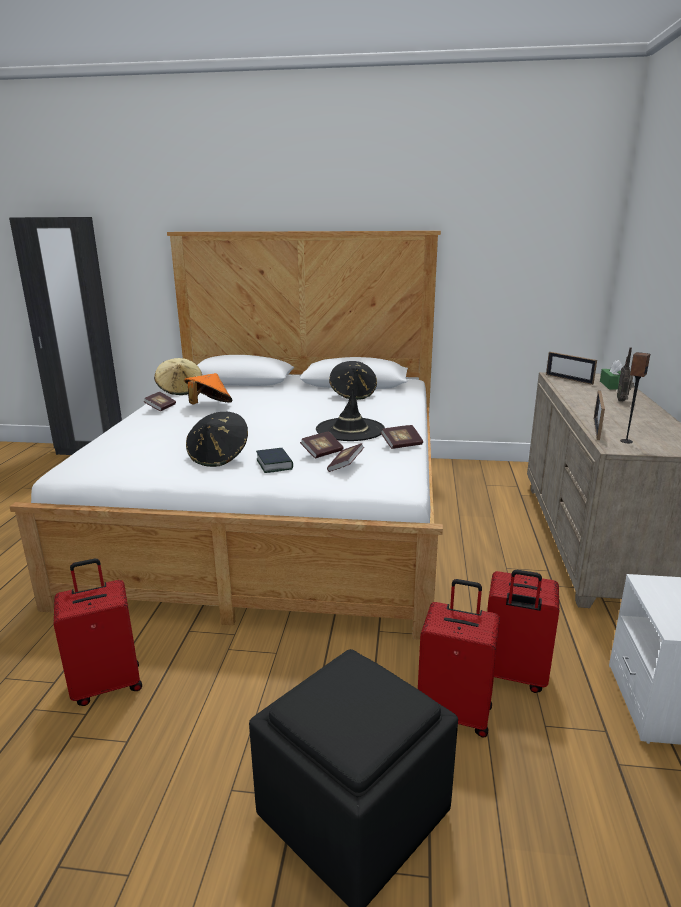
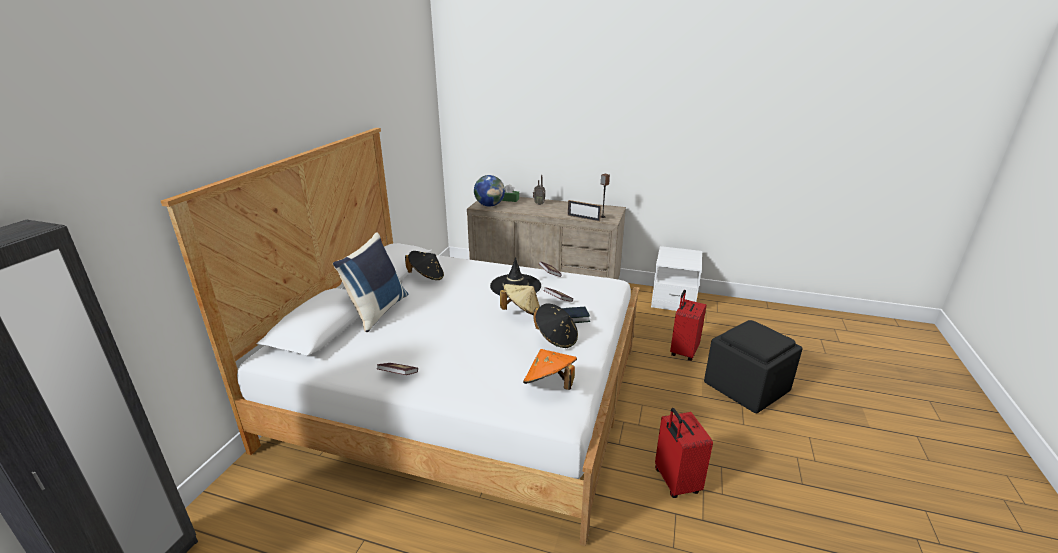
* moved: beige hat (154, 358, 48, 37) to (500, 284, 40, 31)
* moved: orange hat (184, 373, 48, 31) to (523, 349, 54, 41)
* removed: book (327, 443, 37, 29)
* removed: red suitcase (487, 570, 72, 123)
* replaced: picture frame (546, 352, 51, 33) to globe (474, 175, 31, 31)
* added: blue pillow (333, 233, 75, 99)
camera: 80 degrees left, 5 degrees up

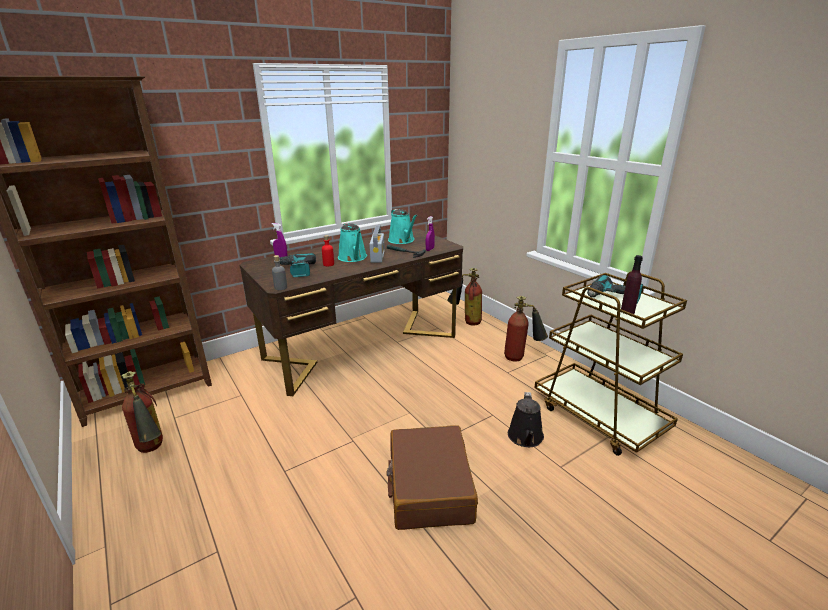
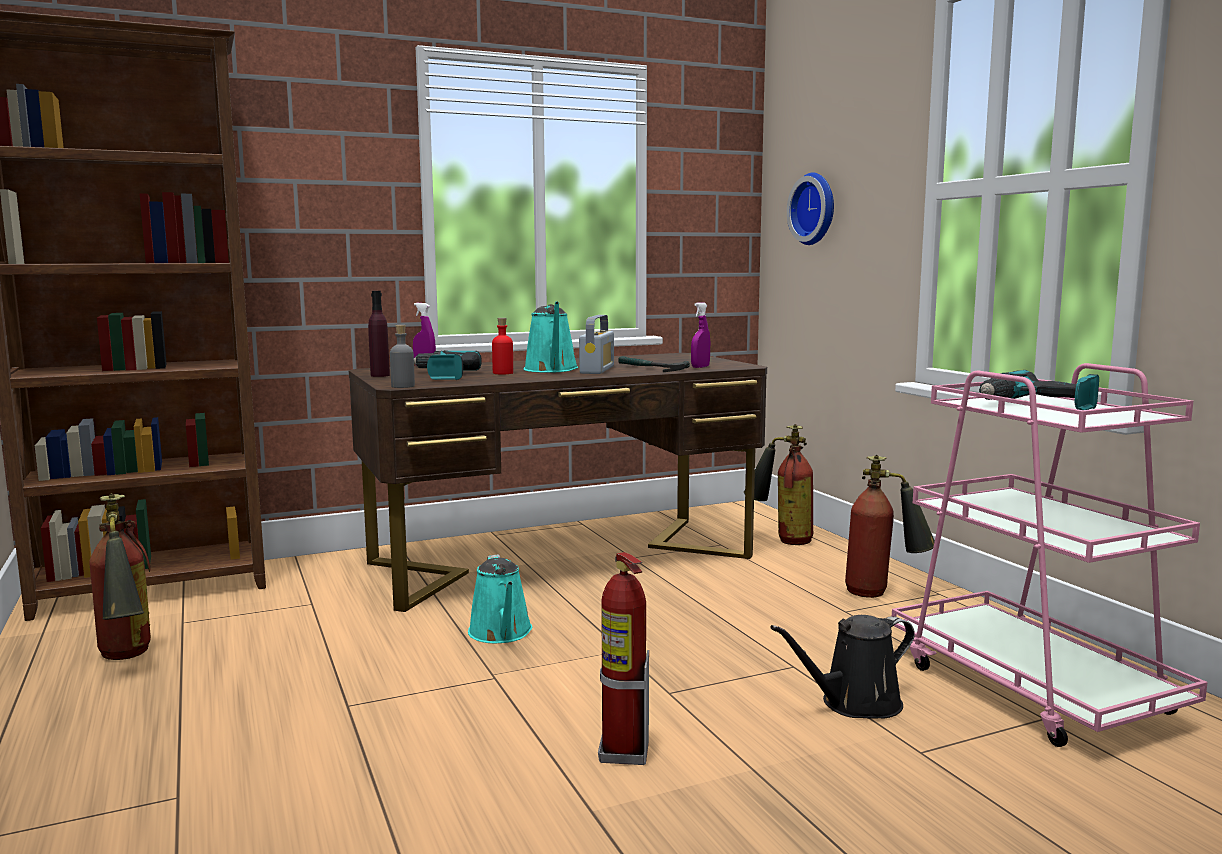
* replaced: brown suitcase (387, 425, 91, 105) to fire extinguisher (598, 552, 51, 213)
* moved: turquoise watering can (388, 209, 29, 35) to (468, 554, 64, 89)
* turned: black watering can (508, 392, 36, 55) = (770, 615, 145, 104) 45 degrees clockwise
* recoloured: brown cart (534, 271, 153, 185) to pink cart (892, 363, 316, 384)
* moved: purple bottle (621, 255, 22, 59) to (368, 291, 22, 86)
* added: wall clock (787, 172, 47, 73)
camera: 10 degrees right, 15 degrees down

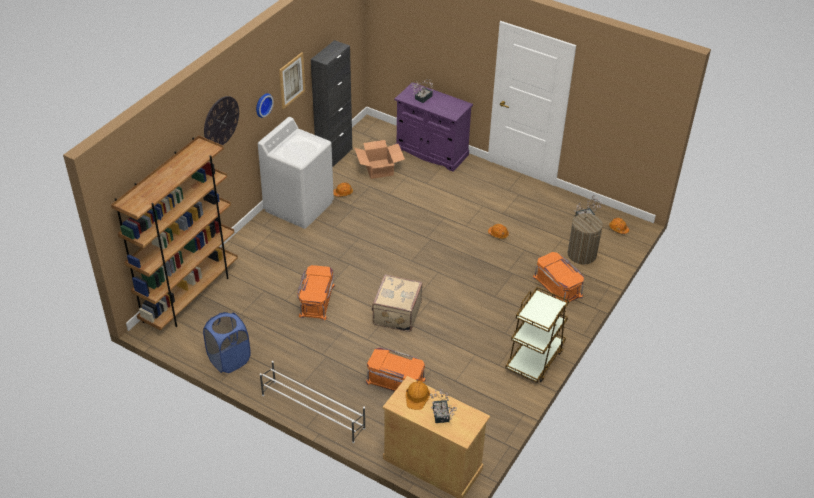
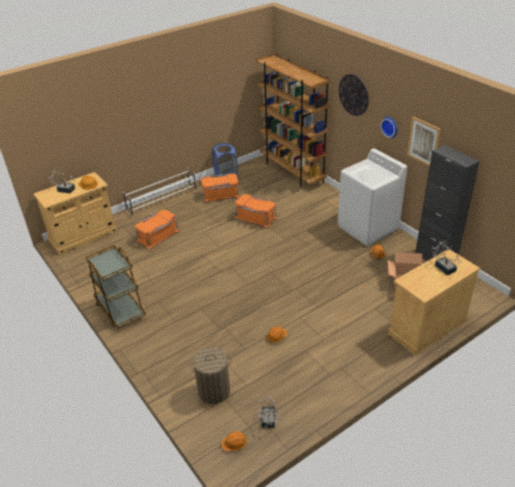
* removed: beige suitcase (372, 274, 50, 58)
* recoloured: purple cabinet (394, 83, 79, 89) to beige cabinet (388, 249, 92, 106)
* moved: orange storage box (533, 252, 51, 50) to (201, 173, 39, 30)
camera: 115 degrees right, 5 degrees down

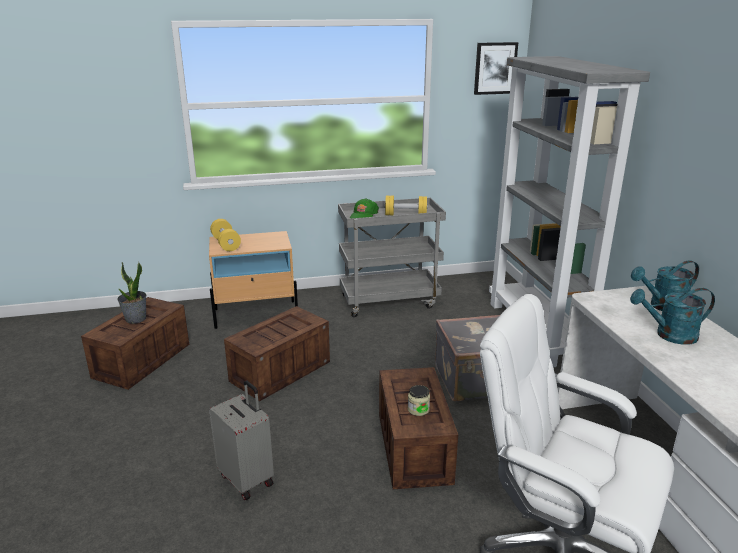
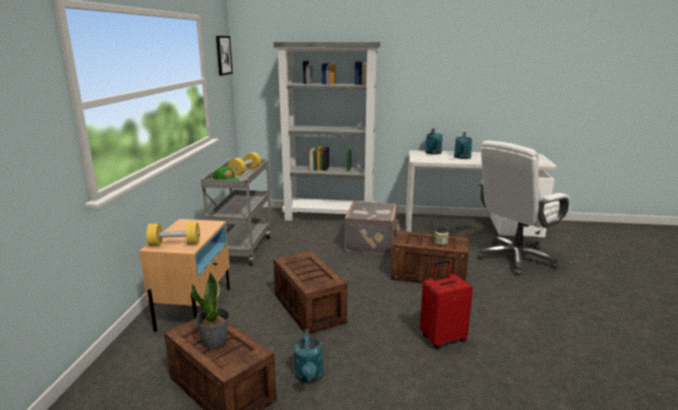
* recoloured: grey suitcase (209, 380, 65, 120) to red suitcase (420, 260, 53, 89)
* added: turquoise watering can (294, 329, 30, 54)
camera: 70 degrees left, 5 degrees down

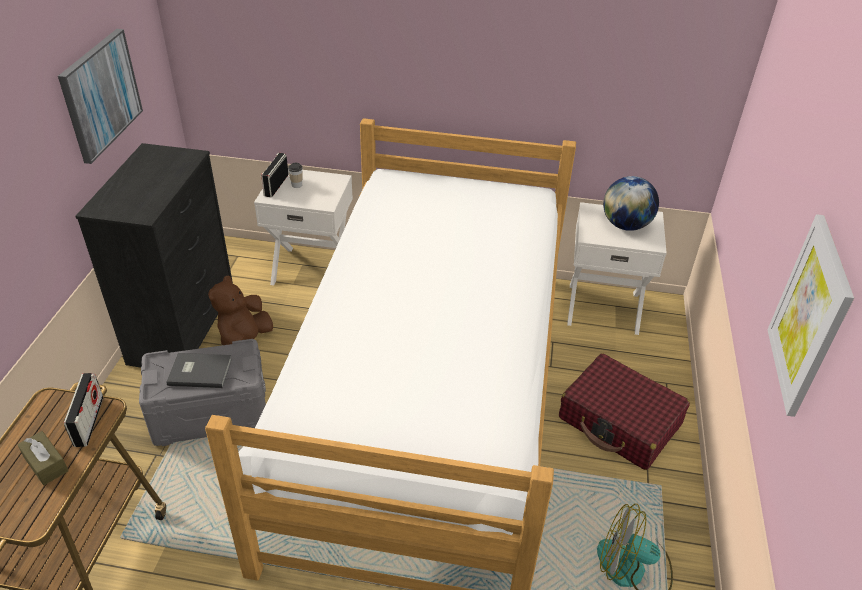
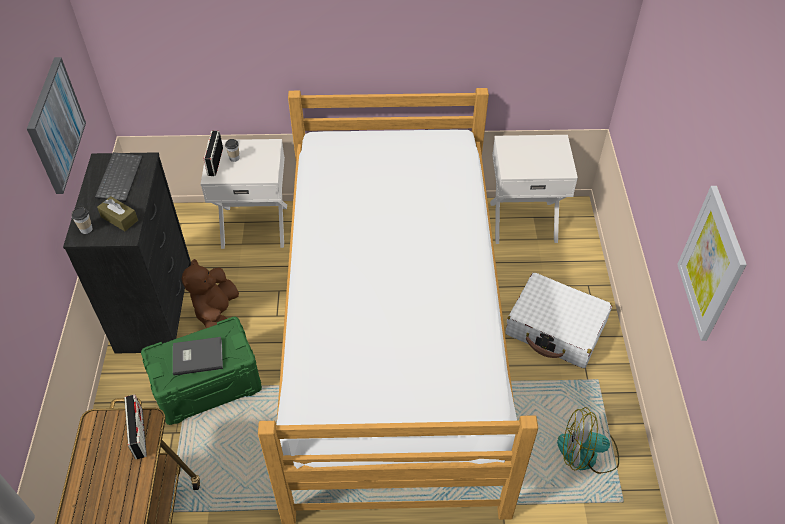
* moved: brown tissue box (17, 431, 51, 54) to (97, 196, 41, 35)
* recoloured: grey storage box (139, 339, 127, 107) to green storage box (141, 317, 121, 108)
* recoloured: red suitcase (559, 353, 131, 117) to white suitcase (506, 272, 106, 96)
* removed: globe (603, 176, 56, 55)
* added: cup (72, 207, 21, 27)
* added: keyboard (95, 152, 48, 50)
camera: 10 degrees left, 10 degrees up

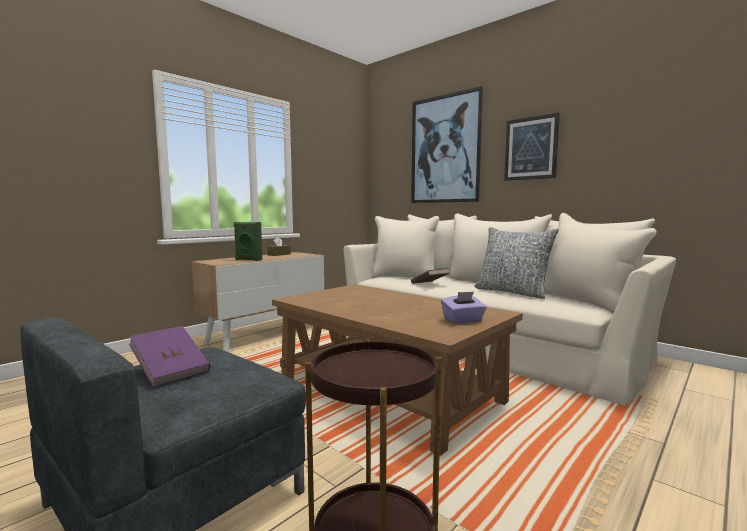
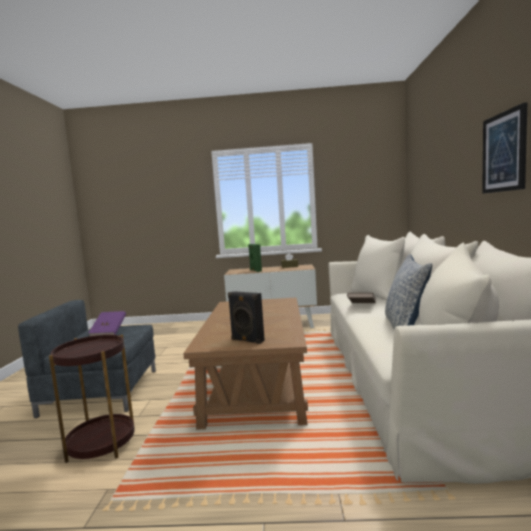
* removed: picture (411, 86, 72, 117)
* replaced: purple tissue box (441, 292, 45, 32) to black speaker (228, 291, 37, 53)
camera: 50 degrees right, 0 degrees up

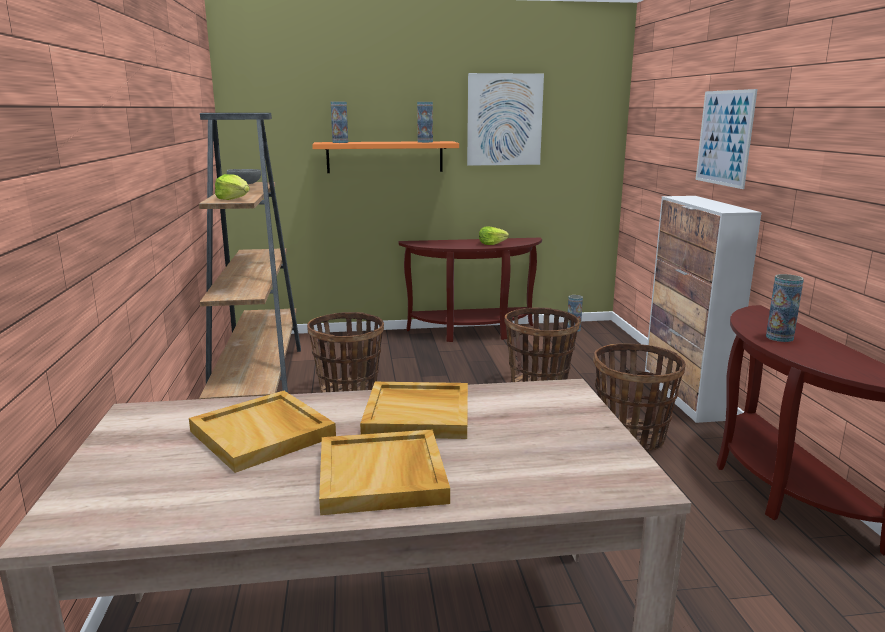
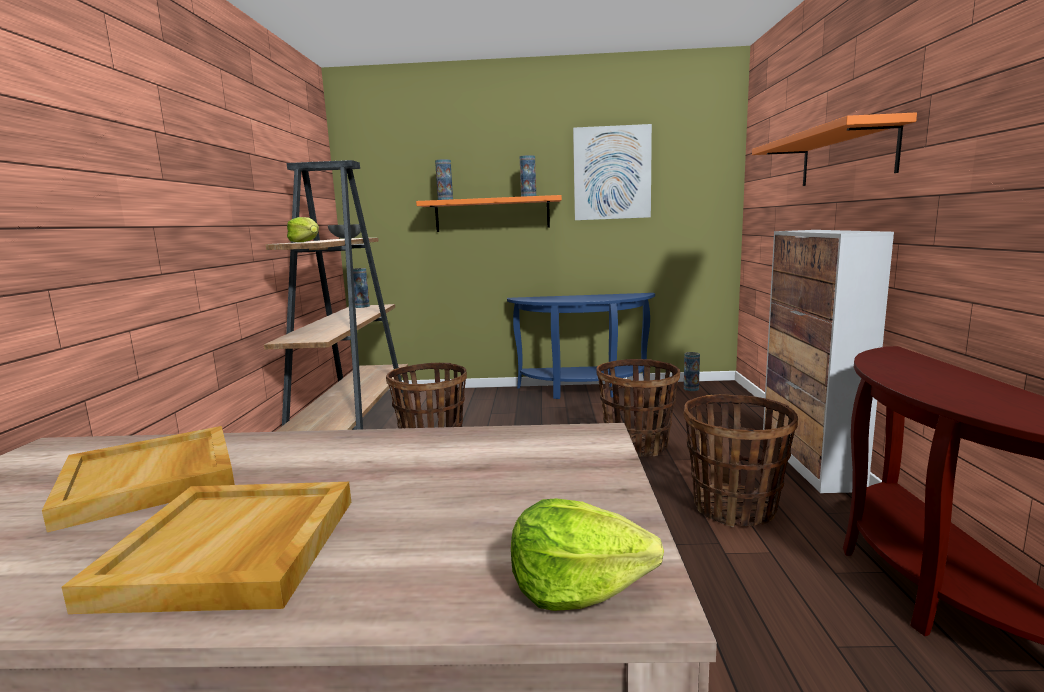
* removed: beige tray (360, 382, 108, 57)
* recoloured: brown console table (398, 238, 144, 104) to blue console table (507, 293, 148, 106)
* moved: lettuce (479, 226, 30, 19) to (511, 498, 153, 113)
* replaced: picture (696, 89, 62, 100) to orange shelf (752, 112, 165, 74)
* moved: vase (766, 274, 38, 68) to (353, 268, 17, 40)
camera: 10 degrees right, 5 degrees down

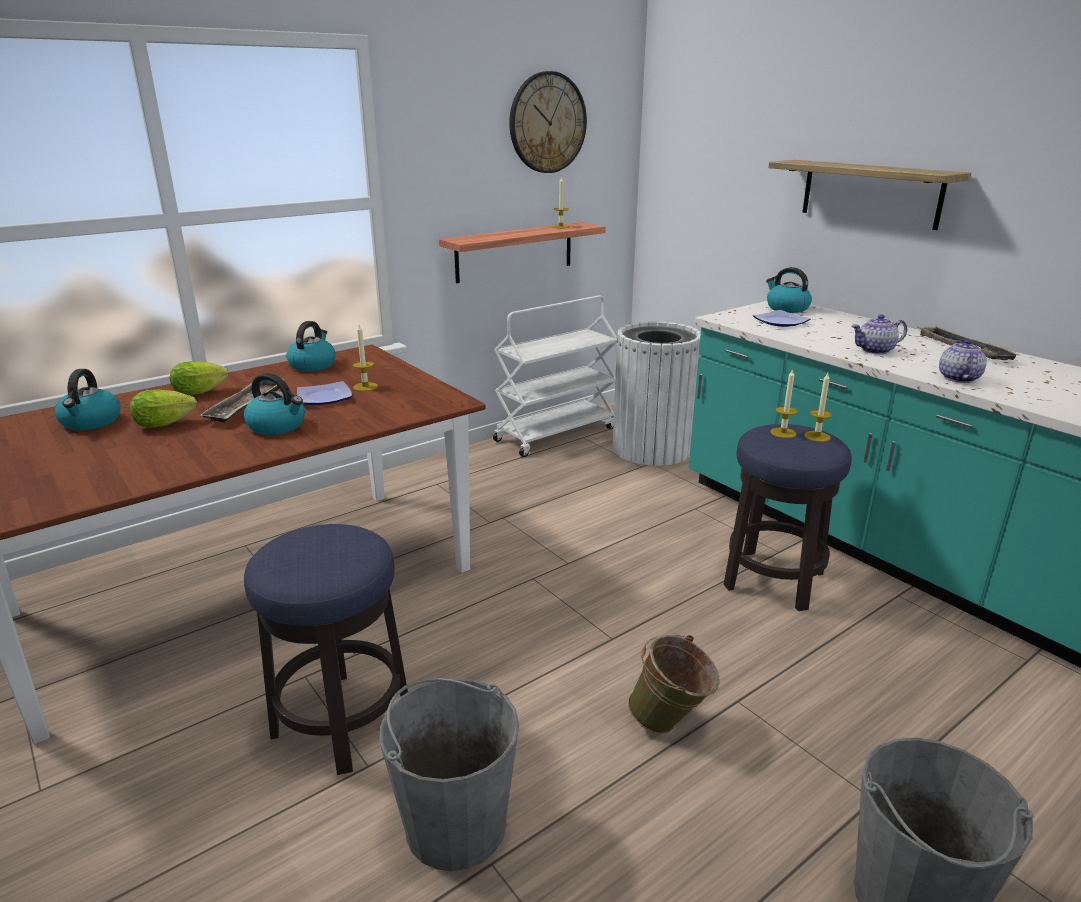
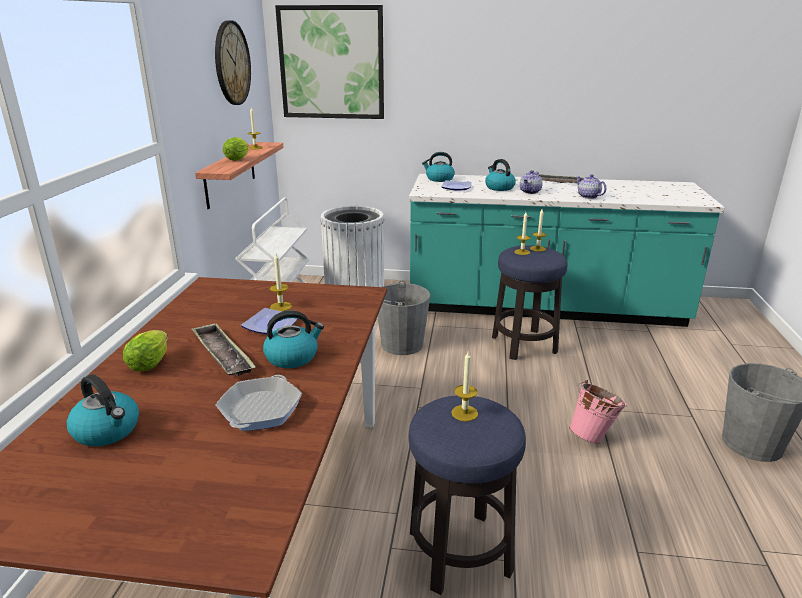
* moved: lettuce (130, 389, 67, 39) to (223, 137, 26, 24)
* moved: kettle (286, 321, 50, 51) to (485, 159, 31, 32)
* moved: grey bucket (380, 678, 139, 193) to (377, 280, 53, 75)
* recoloured: green bucket (628, 634, 92, 100) to pink bucket (569, 380, 58, 64)
* removed: shelf (768, 160, 203, 70)
* added: frying pan (216, 375, 86, 56)
* added: picture (275, 5, 109, 114)
* added: candle (451, 352, 27, 69)
camera: 45 degrees left, 0 degrees up

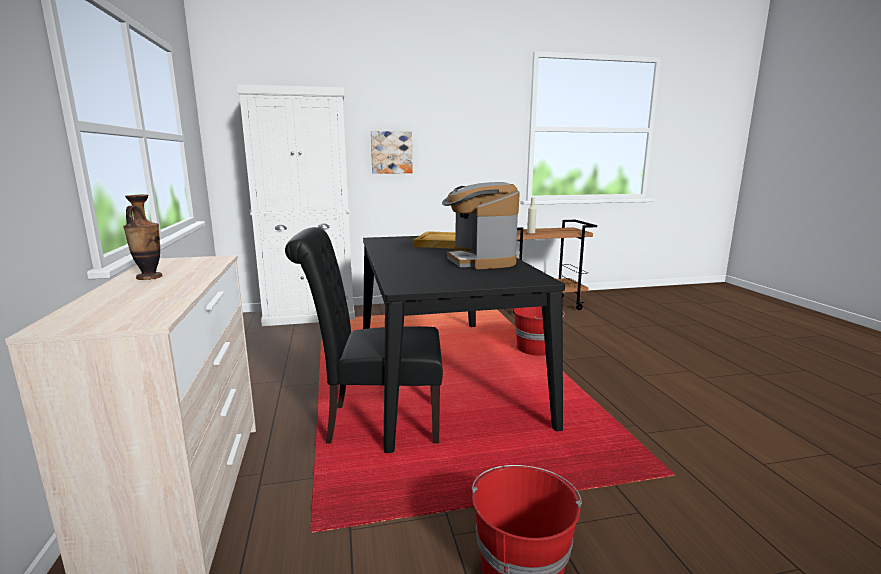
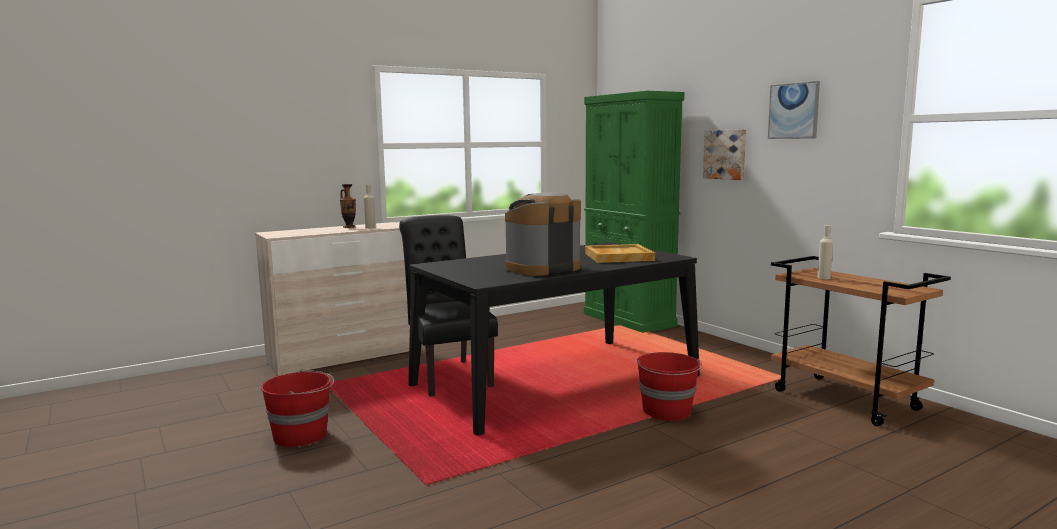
* recoloured: white cabinet (236, 84, 119, 242) to green cabinet (584, 91, 100, 242)
* added: beige bottle (364, 184, 12, 45)
* added: picture (768, 81, 52, 58)
camera: 70 degrees right, 5 degrees down

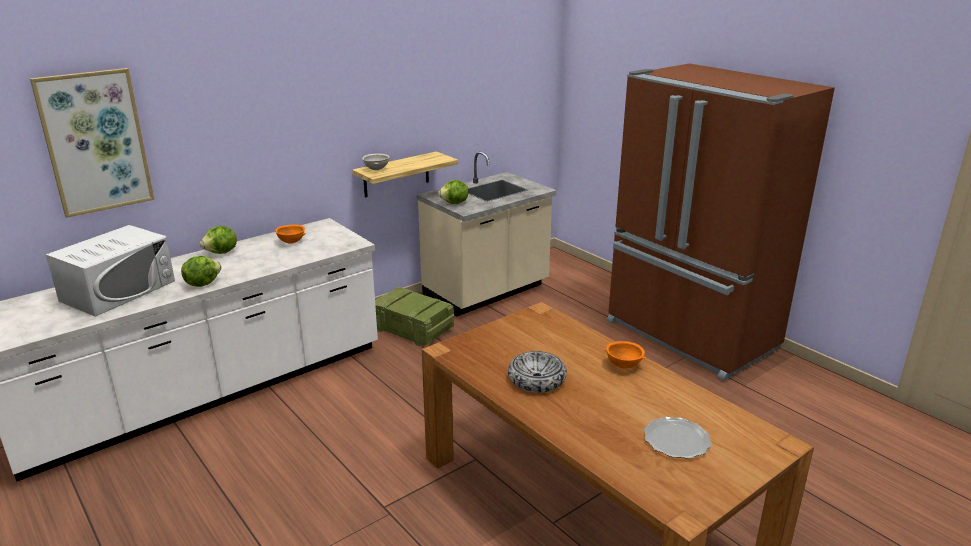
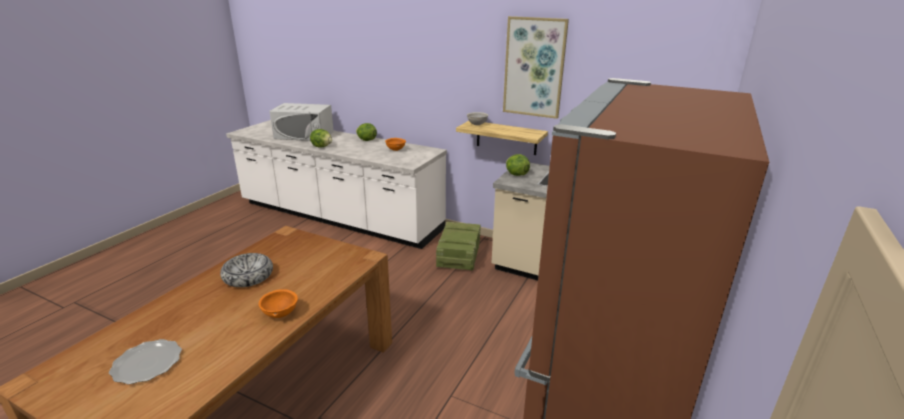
* moved: picture (30, 68, 124, 150) to (503, 16, 66, 103)
camera: 65 degrees right, 0 degrees up

